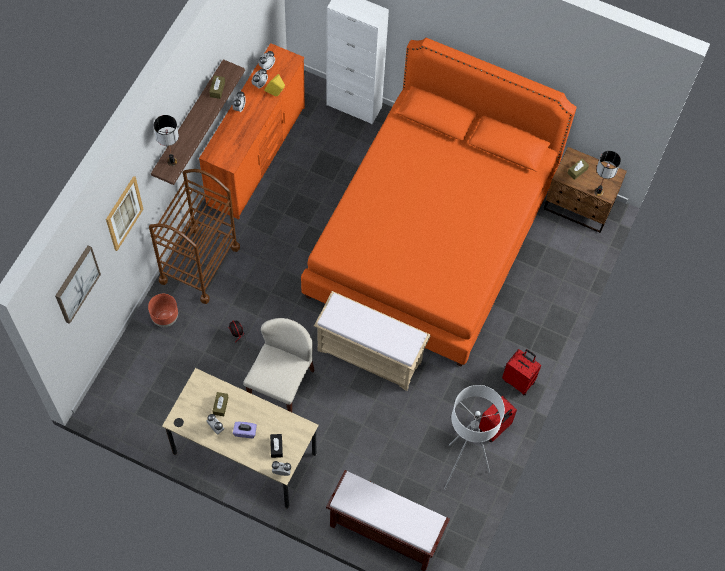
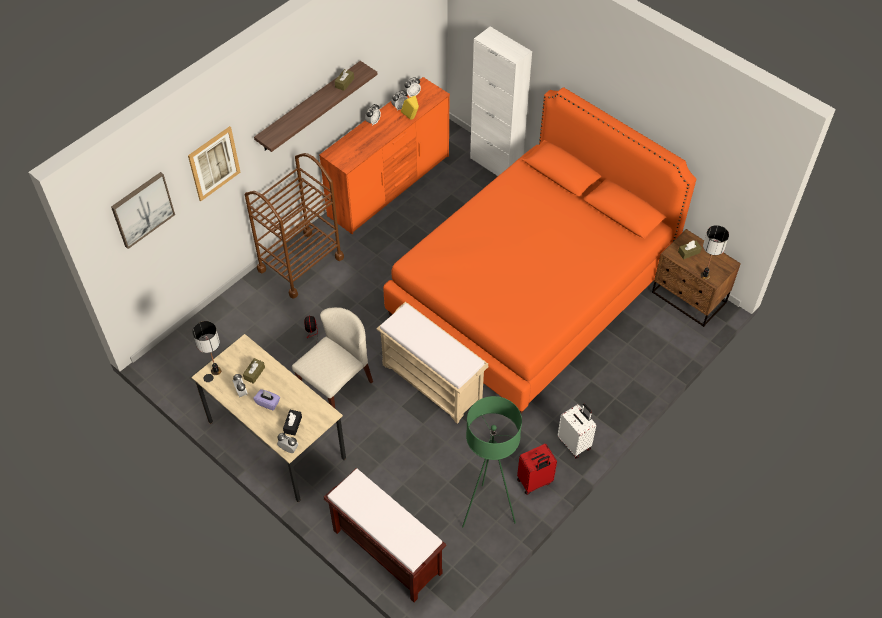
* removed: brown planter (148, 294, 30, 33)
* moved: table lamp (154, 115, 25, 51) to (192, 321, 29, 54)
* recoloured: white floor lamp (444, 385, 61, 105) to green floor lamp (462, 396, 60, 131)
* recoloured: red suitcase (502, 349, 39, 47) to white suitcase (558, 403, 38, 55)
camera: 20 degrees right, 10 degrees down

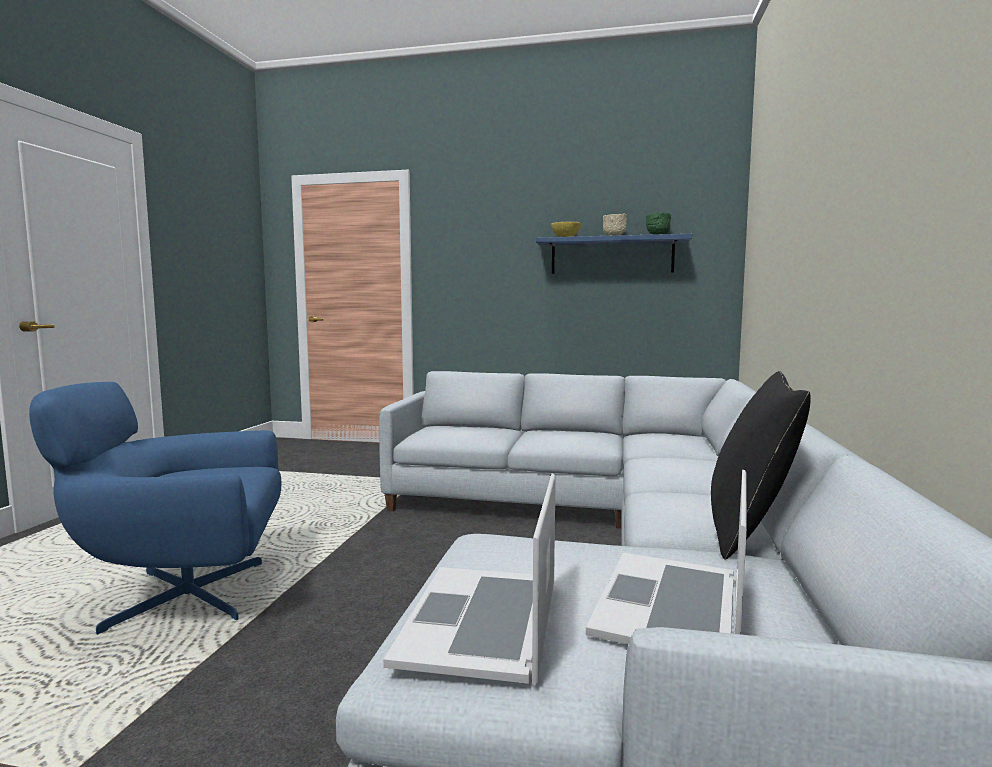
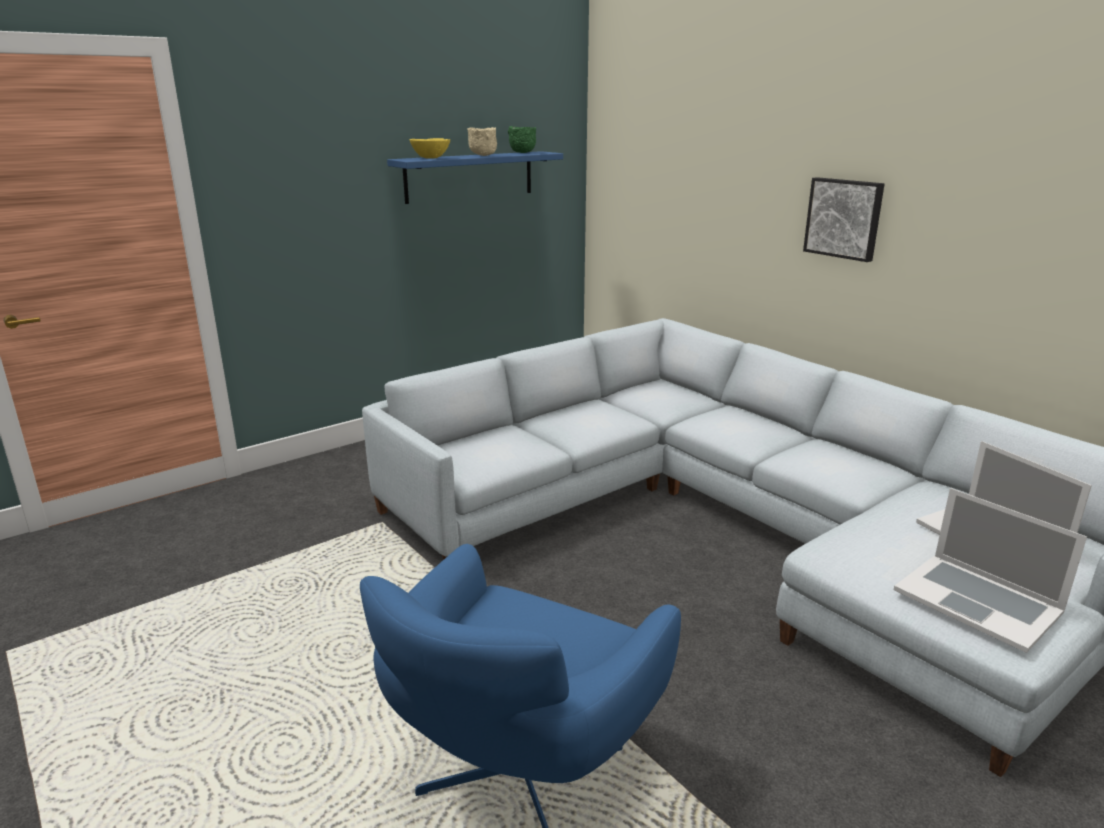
* removed: black pillow (711, 371, 100, 189)
* added: picture (803, 177, 81, 85)
camera: 50 degrees left, 15 degrees up

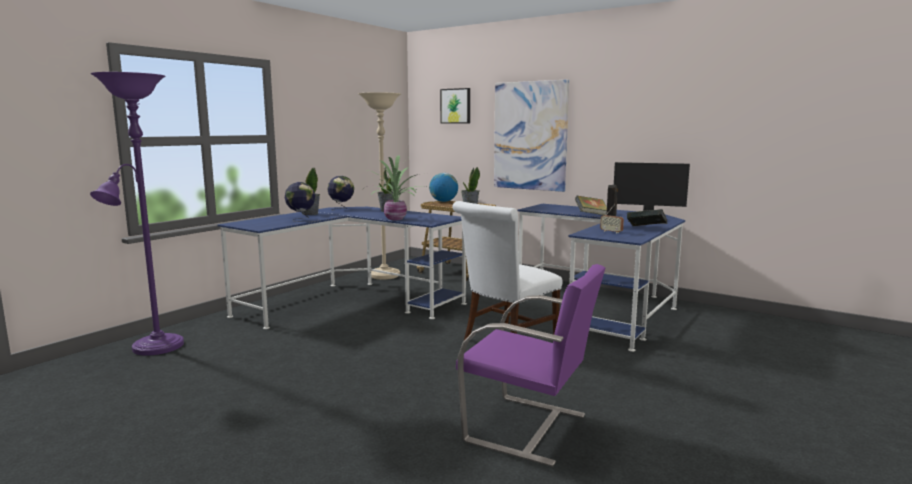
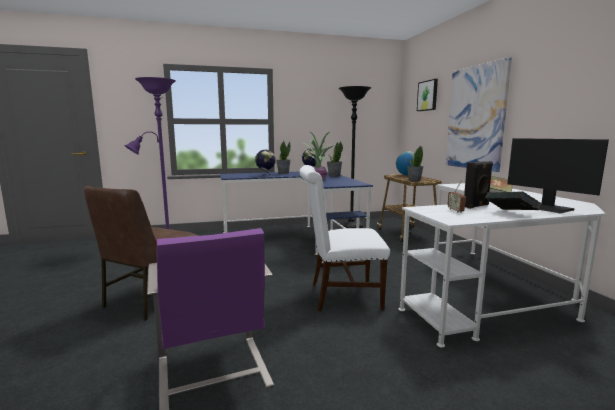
* recoloured: beige floor lamp (358, 92, 43, 188) to black floor lamp (338, 86, 33, 142)
* recoloured: blue desk (517, 204, 168, 148) to white desk (399, 183, 207, 165)
* added: brown chair (84, 186, 114, 135)
camera: 40 degrees right, 0 degrees up

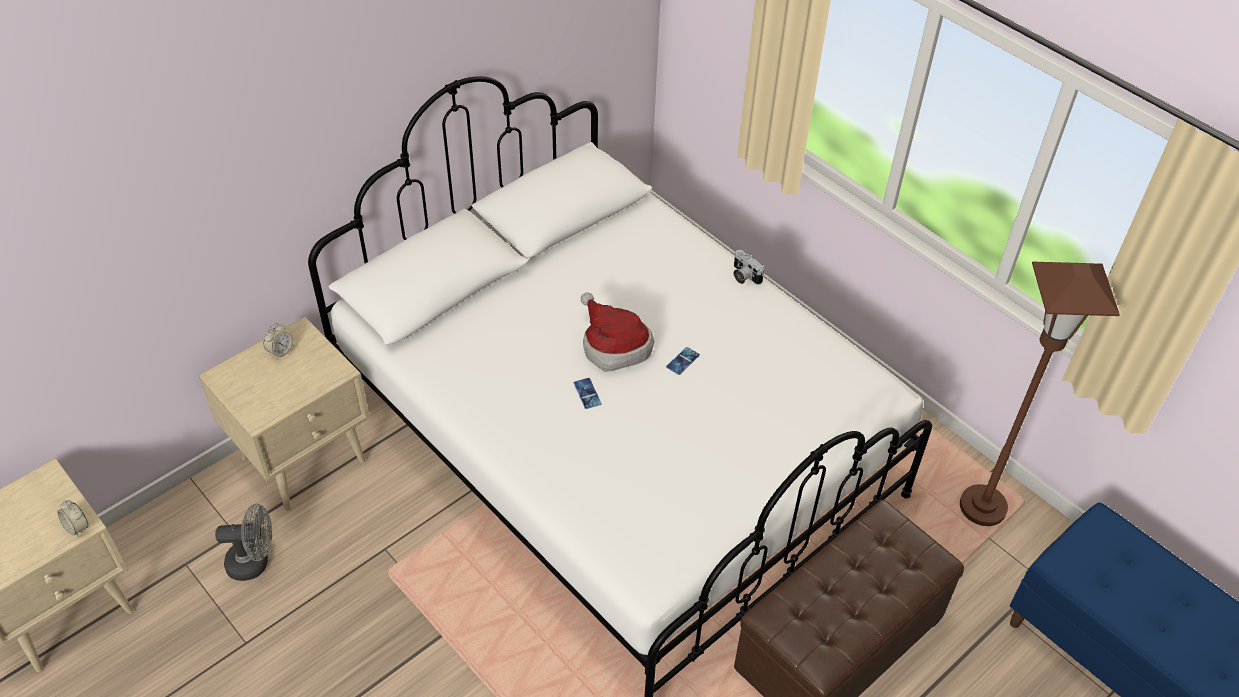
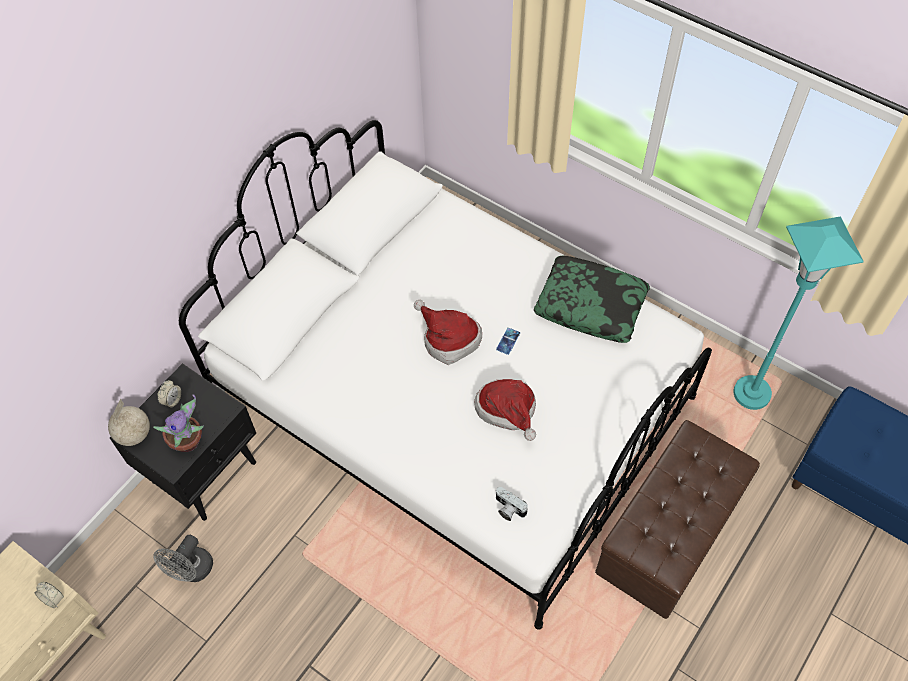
* recoloured: beige nightstand (198, 317, 172, 194) to black nightstand (110, 363, 146, 158)
* turned: grey fan (215, 504, 57, 77) = (153, 535, 60, 47) 135 degrees clockwise
* removed: phone (574, 378, 28, 31)
* moved: photo camera (734, 250, 30, 35) to (496, 487, 32, 34)
* recoloured: brown floor lamp (960, 262, 160, 264) to turquoise floor lamp (734, 216, 130, 194)
* added: globe (108, 398, 42, 48)
* added: potted plant (153, 394, 51, 58)
* added: hat (474, 379, 62, 62)
* added: pillow (534, 256, 116, 87)
camera: 10 degrees left, 10 degrees up

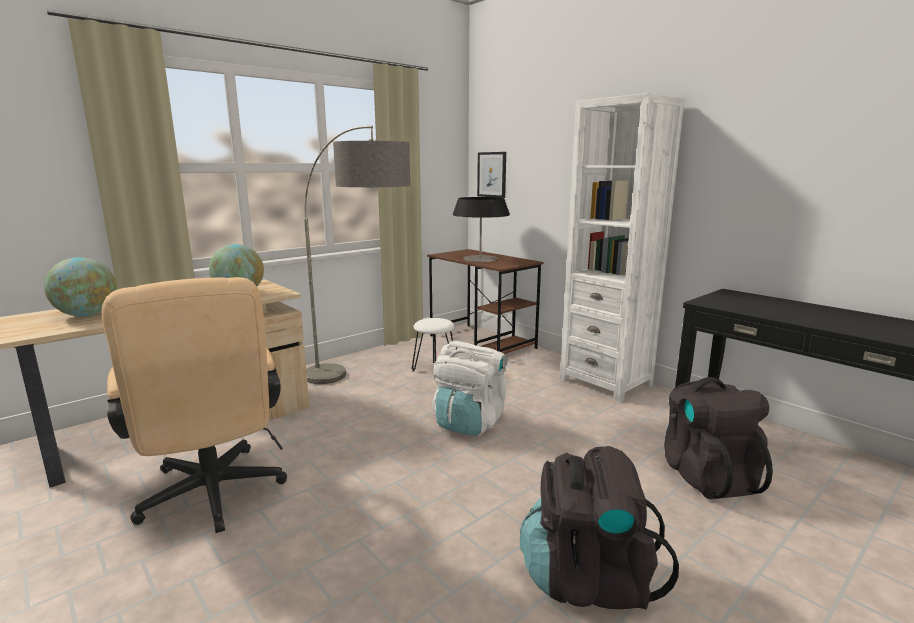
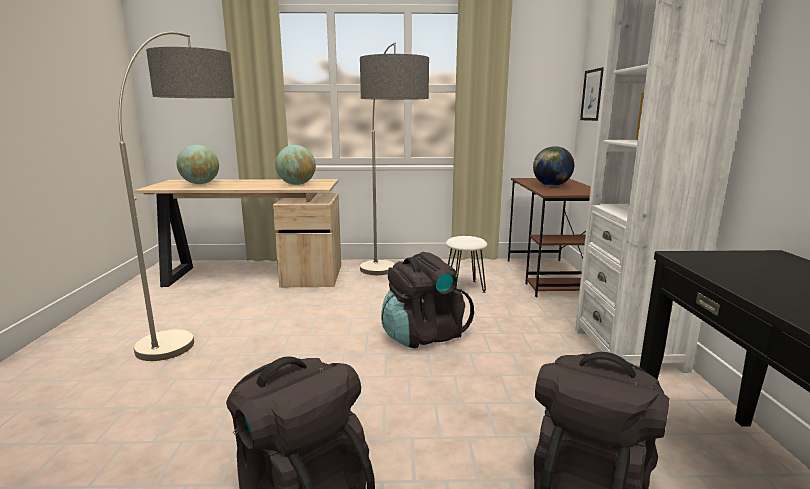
* replaced: beige office chair (102, 277, 185, 256) to floor lamp (119, 32, 116, 329)
* recoloured: white backpack (432, 341, 76, 95) to black backpack (381, 252, 93, 96)
* replaced: table lamp (453, 197, 57, 65) to globe (533, 146, 41, 40)
camera: 40 degrees right, 0 degrees up

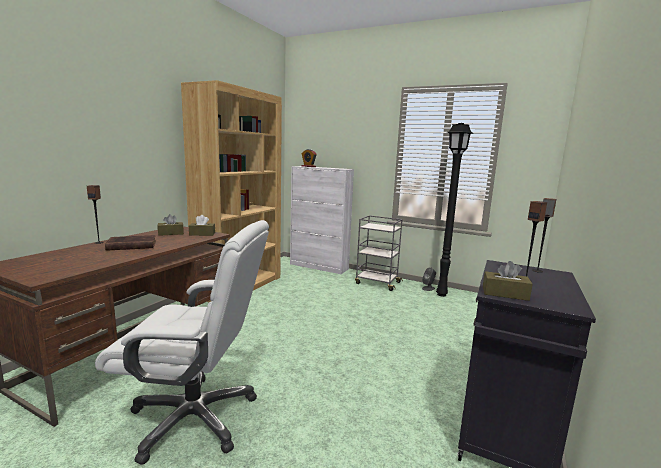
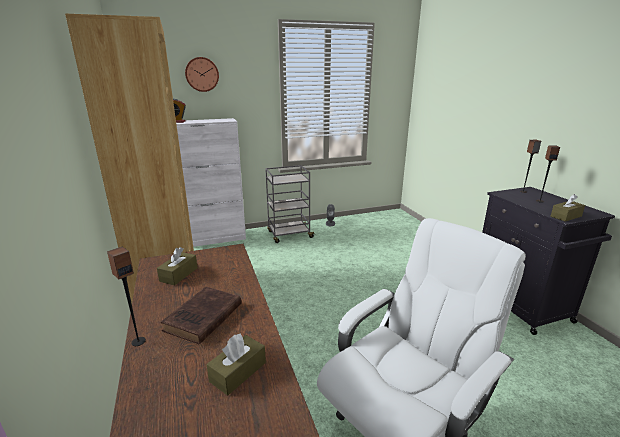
* moved: brown tissue box (189, 215, 26, 21) to (207, 334, 59, 61)
* removed: black floor lamp (436, 123, 37, 174)
* added: wall clock (185, 57, 34, 35)
camera: 45 degrees left, 10 degrees up

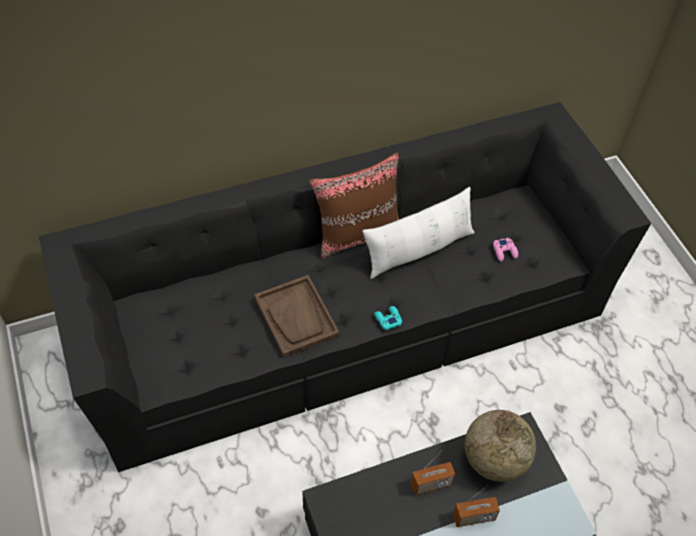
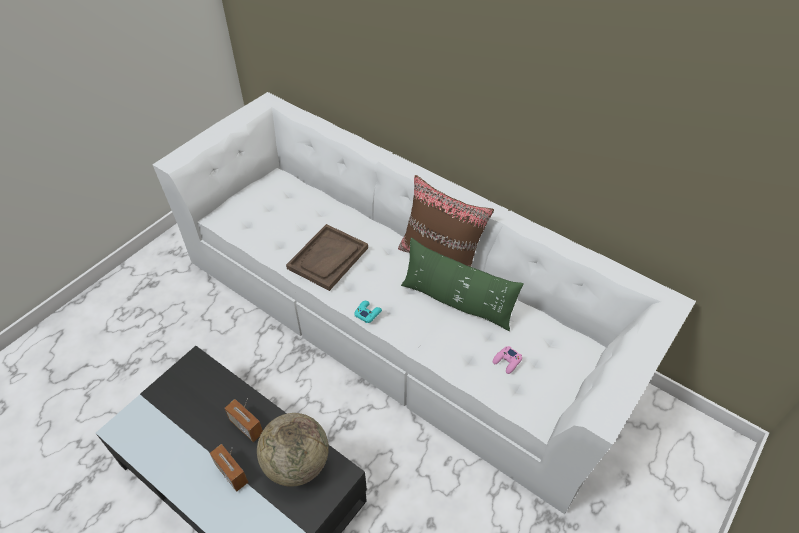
* recoloured: black sofa (39, 102, 612, 370) to white sofa (153, 92, 543, 422)
* recoloured: white pillow (363, 187, 112, 92) to green pillow (401, 238, 123, 93)
camera: 60 degrees right, 5 degrees down

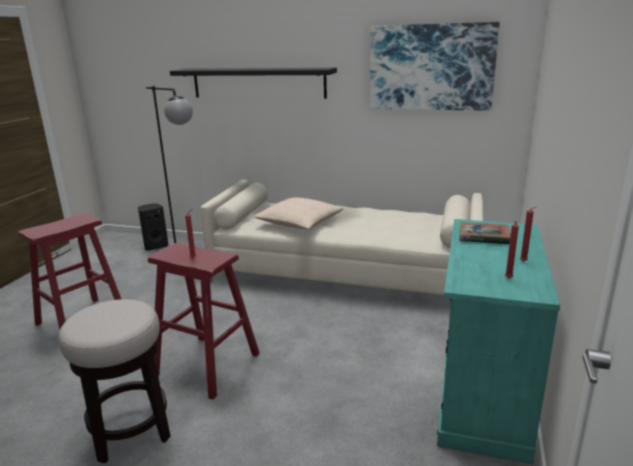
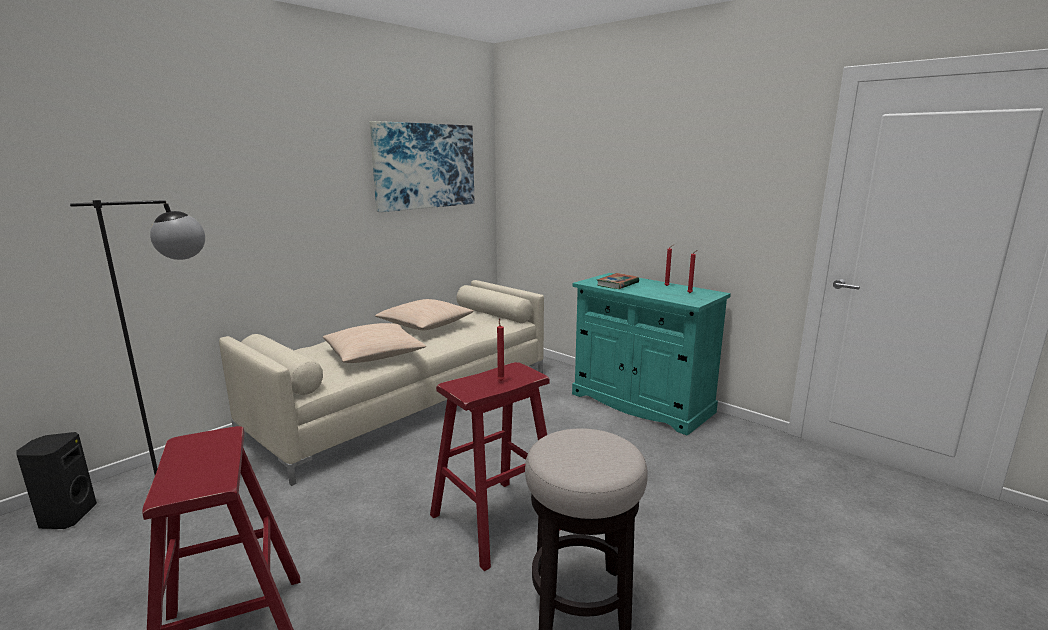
* removed: black shelf (170, 68, 167, 31)
* added: beige pillow (375, 299, 99, 31)
camera: 65 degrees left, 5 degrees down

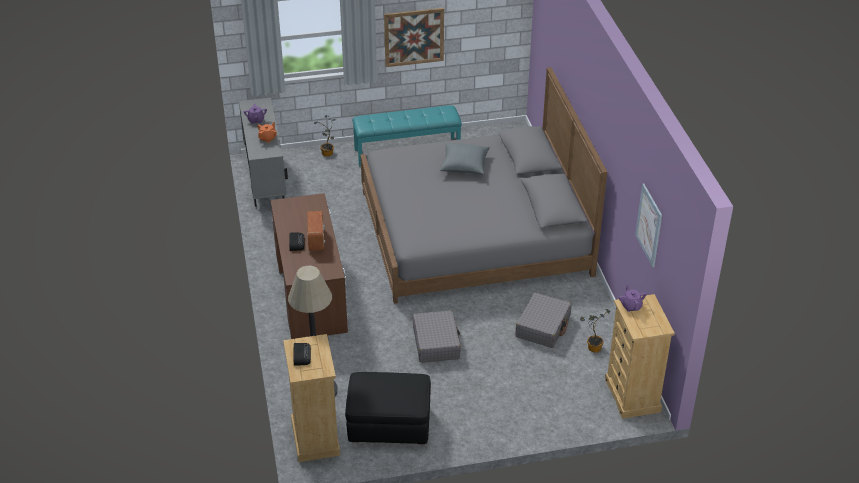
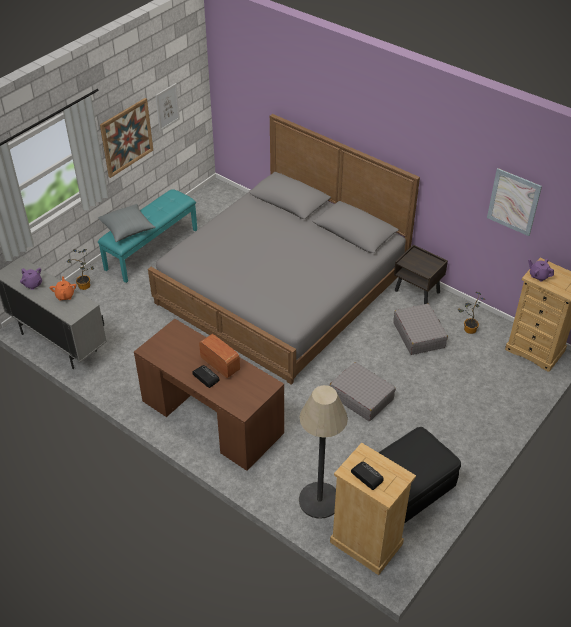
* moved: grey pillow (439, 143, 51, 32) to (98, 204, 58, 38)
* added: picture (155, 83, 25, 48)
* added: brown nightstand (394, 245, 54, 59)
camera: 40 degrees left, 5 degrees up

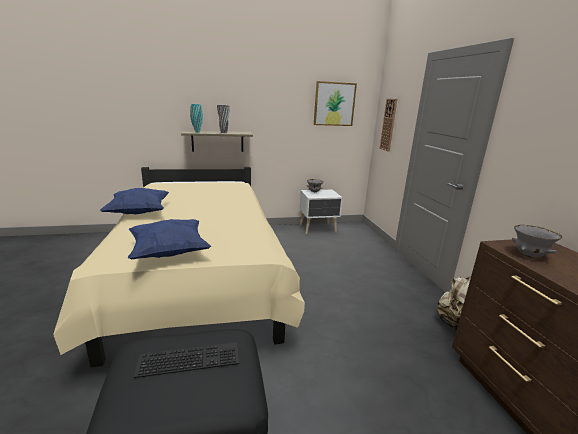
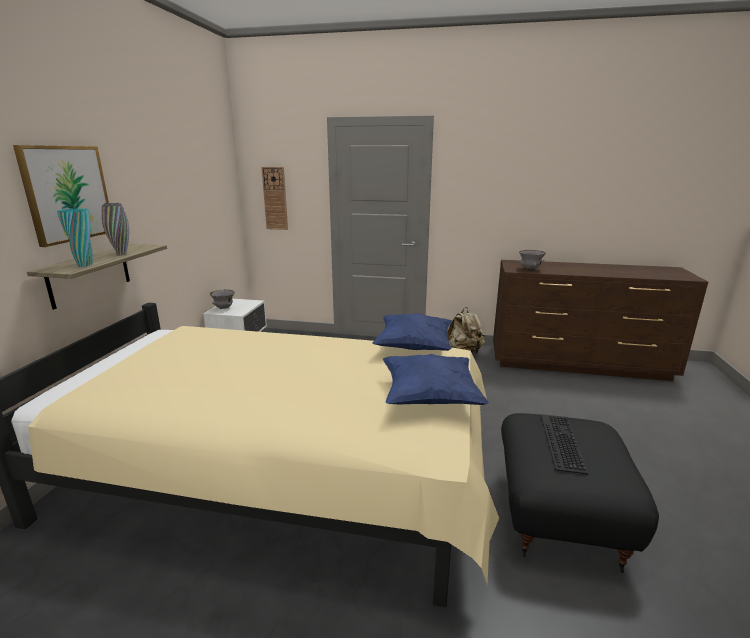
* moved: blue pillow (100, 188, 69, 26) to (372, 313, 80, 38)
* moved: picture (314, 81, 43, 45) to (13, 145, 96, 102)
camera: 65 degrees left, 0 degrees up

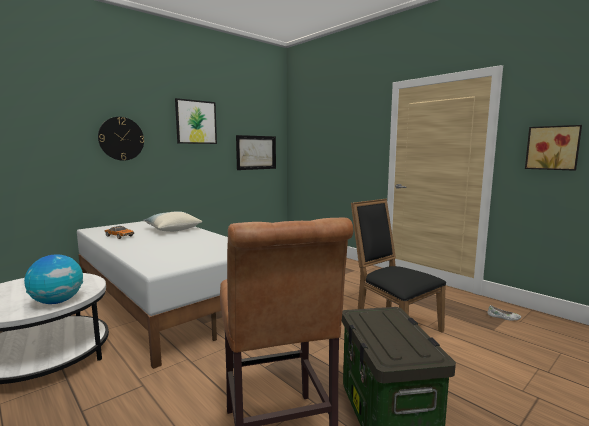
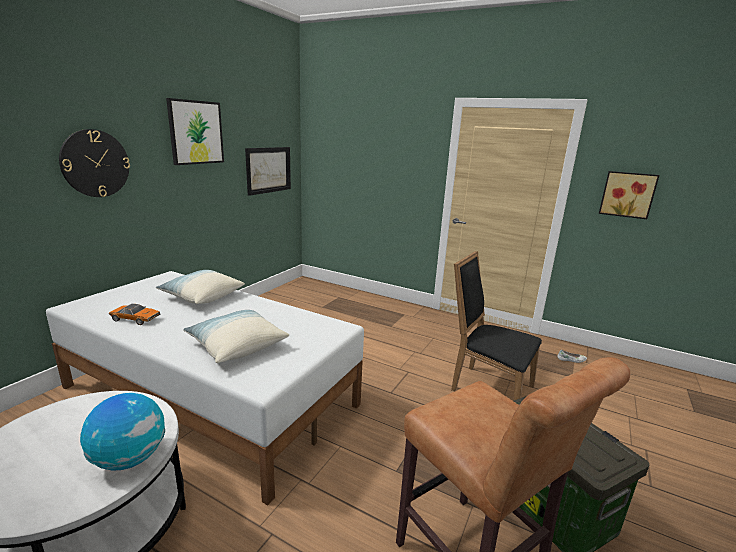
* added: pillow (183, 310, 106, 53)
camera: 20 degrees left, 10 degrees up

